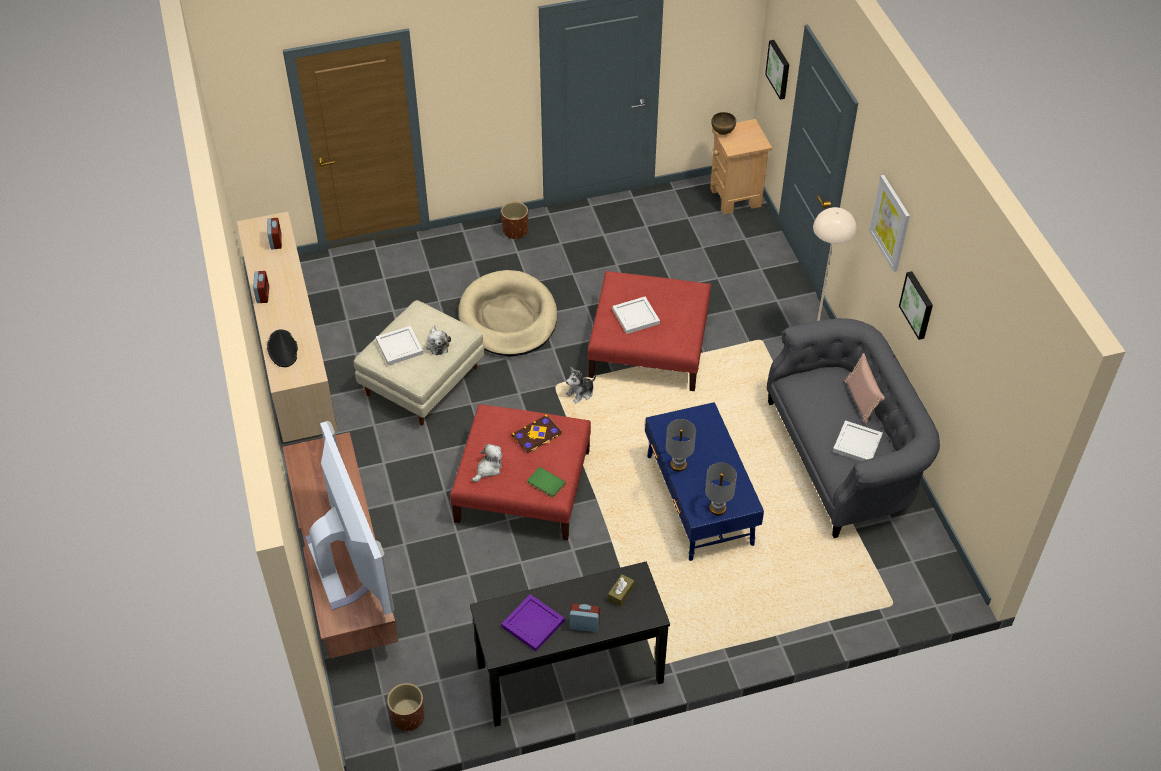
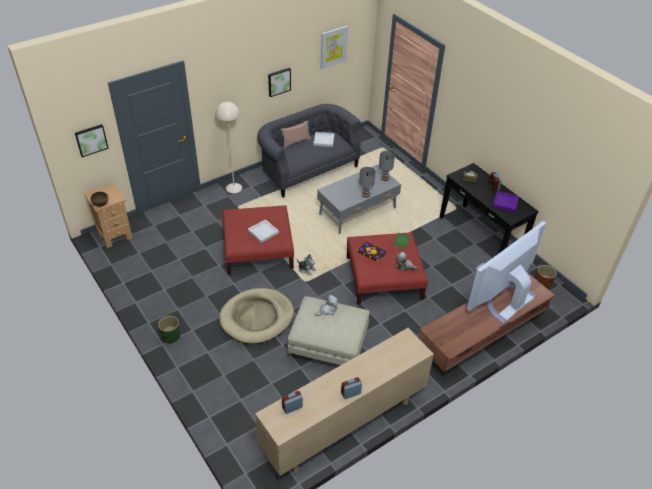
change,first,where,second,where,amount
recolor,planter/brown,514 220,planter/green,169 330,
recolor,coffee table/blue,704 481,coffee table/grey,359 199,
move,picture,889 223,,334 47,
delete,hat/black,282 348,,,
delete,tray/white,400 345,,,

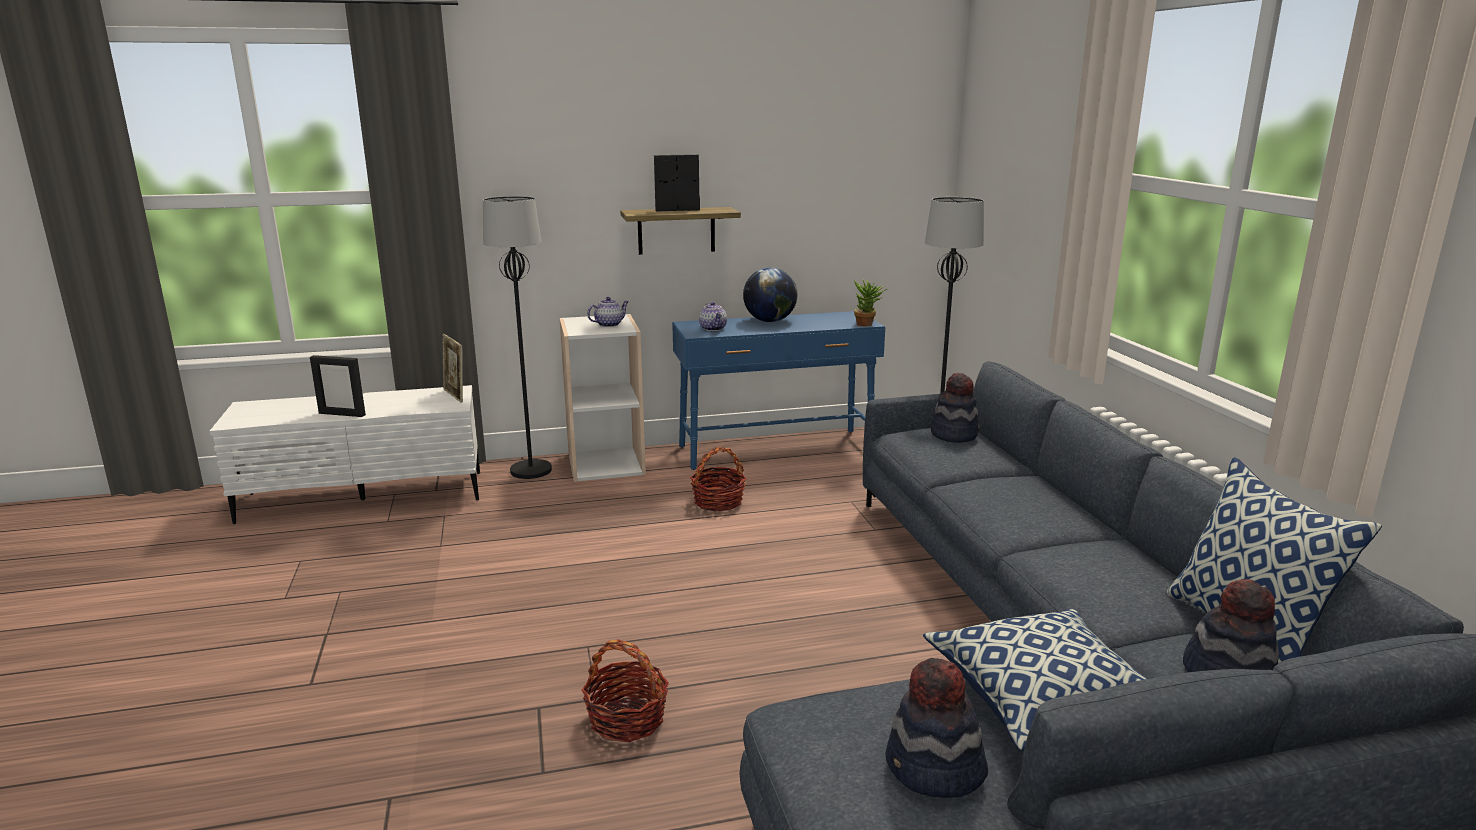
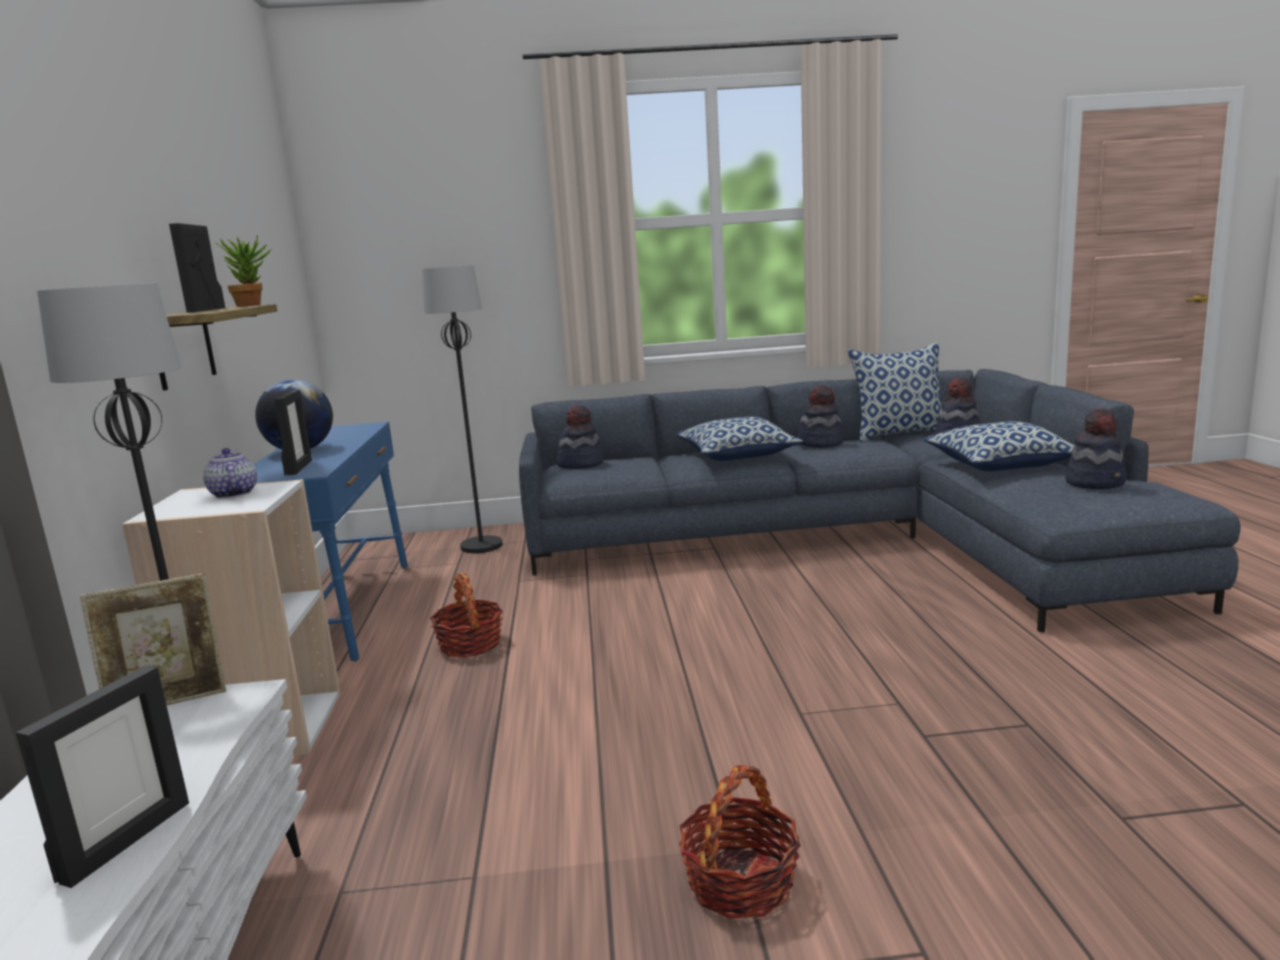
change,first,where,second,where,amount
move,potted plant,870 302,,243 271,
replace,teapot,713 316,picture frame,293 432,
insert,,,pillow,739 439,
move,basket,625 691,,740 842,
insert,,,hat,820 416,

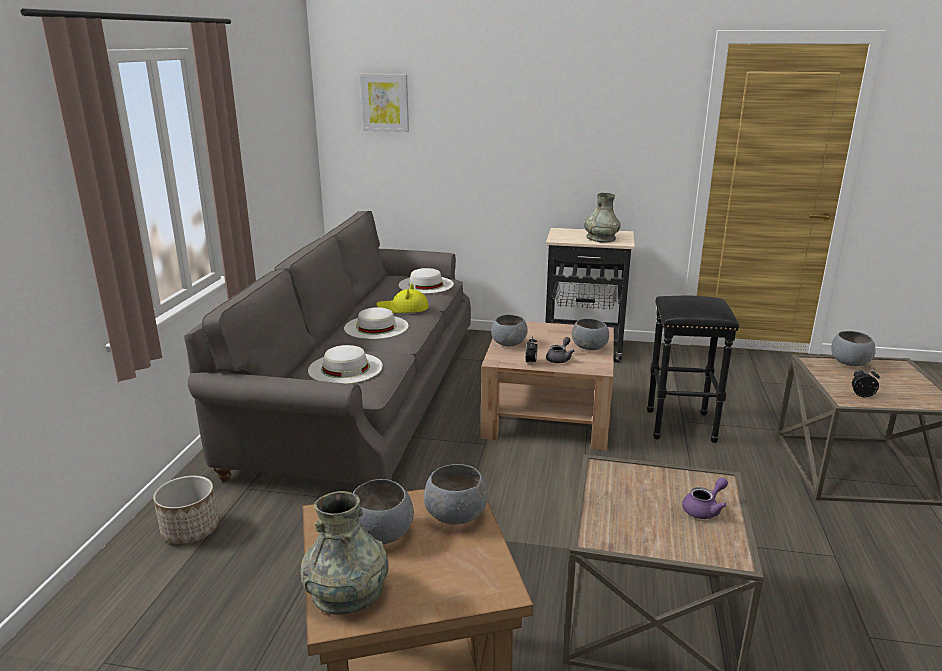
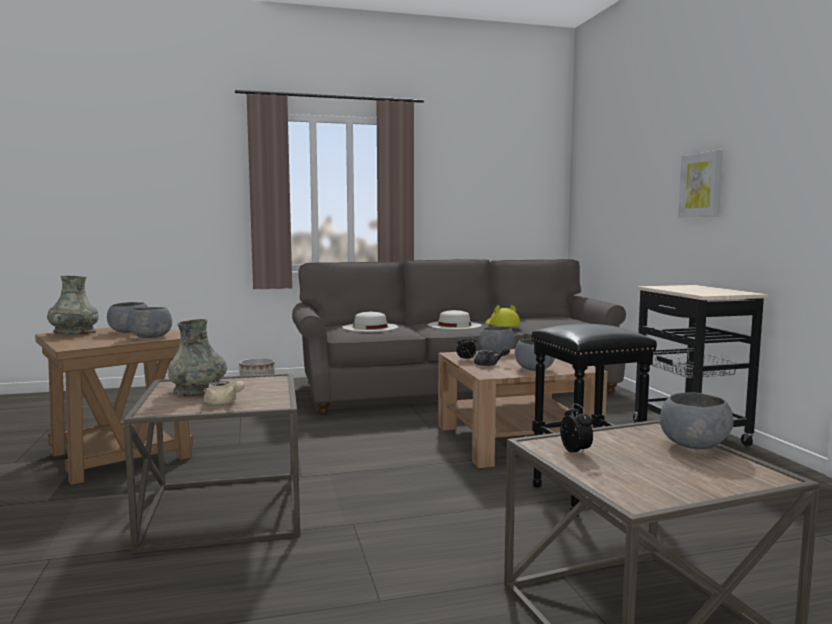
change,first,where,second,where,amount
move,vase/grey,602 218,,197 357,
recolor,teapot/purple,705 498,teapot/beige,224 393,
move,picture,384 103,,700 184,
delete,hat/white,426 281,,,

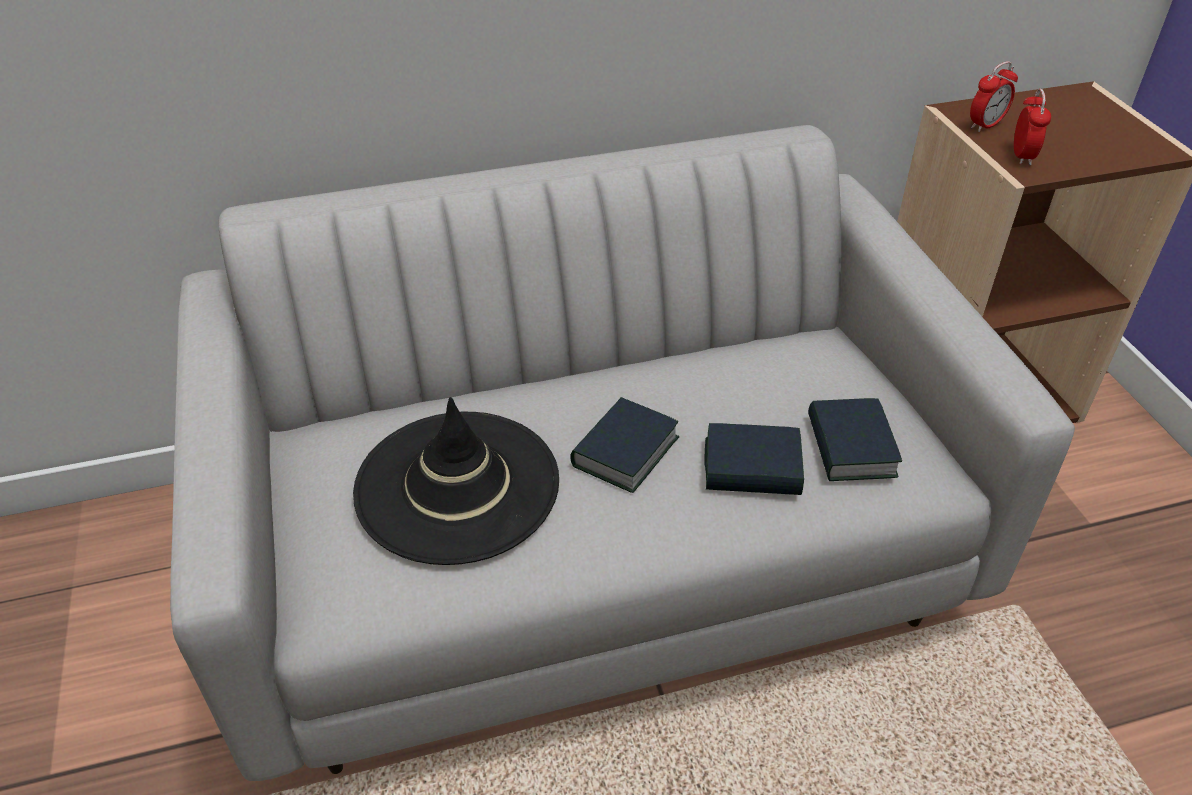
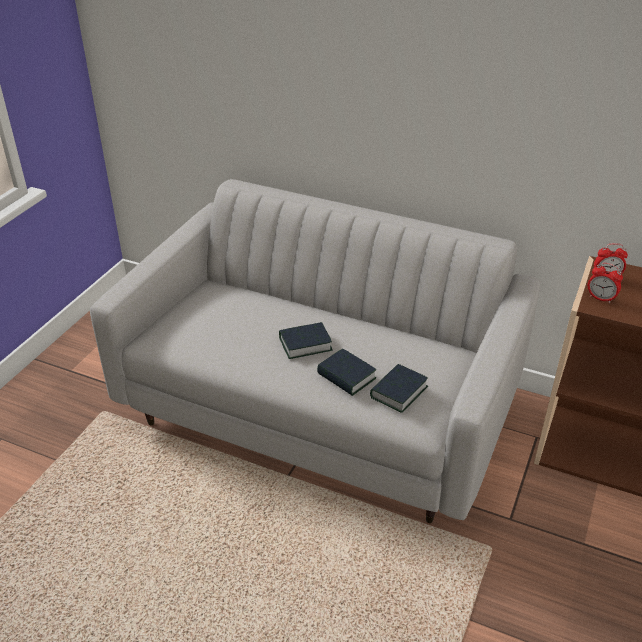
change,first,where,second,where,amount
rotate,alarm clock,1032 127,,605 283,75 degrees clockwise
delete,hat/black,456 481,,,

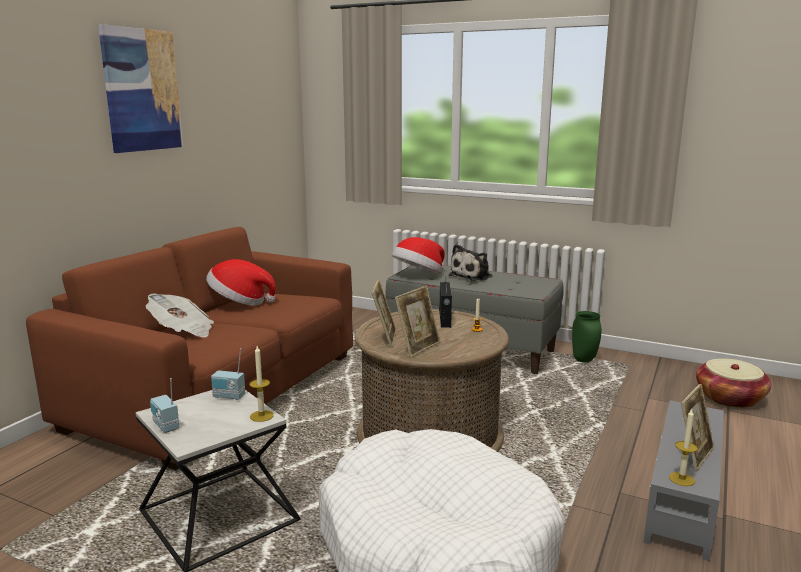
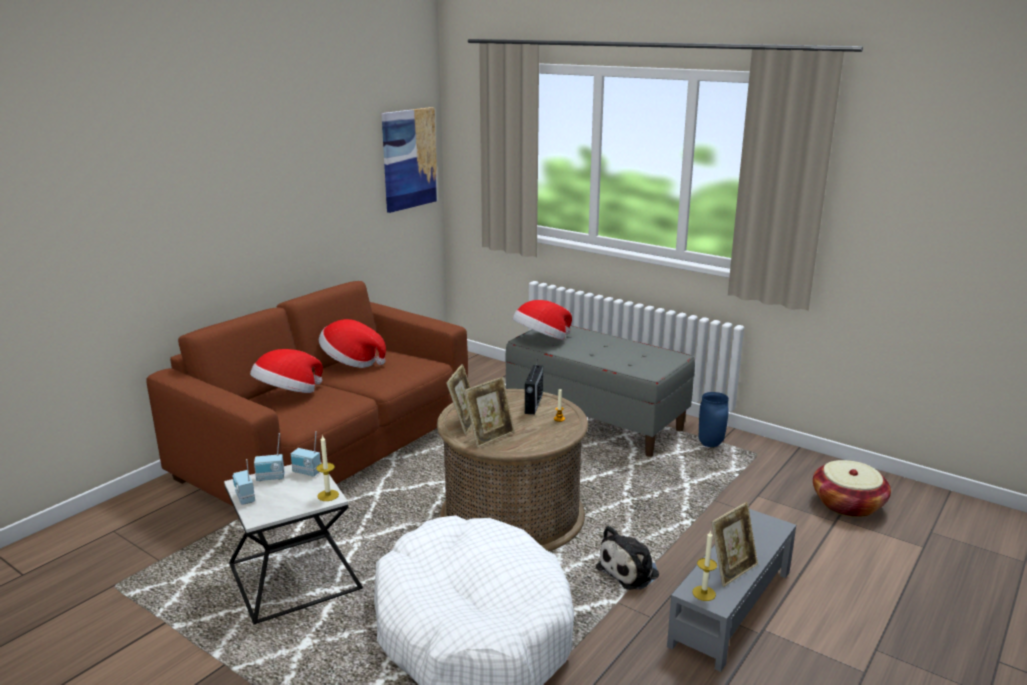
change,first,where,second,where,amount
replace,newspaper,180 315,hat,286 371,
insert,,,radio,269 457,
move,picture,140 88,,409 160,
move,plush toy,471 262,,627 558,
recolor,vase/green,586 336,vase/blue,714 419,

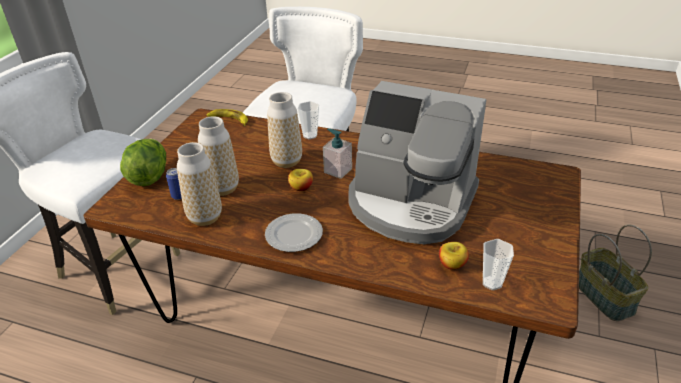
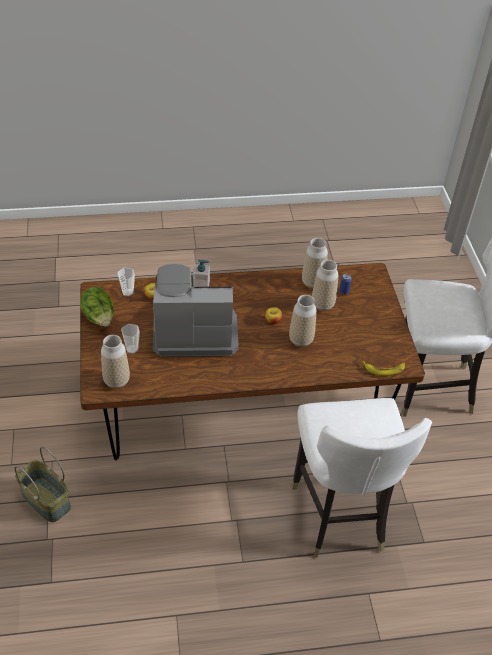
change,first,where,second,where,amount
move,lettuce,143 162,,97 307,
insert,,,vase,115 362,
move,cup,308 120,,130 339,
move,soap dispenser,337 153,,201 273,
delete,plate,294 232,,,

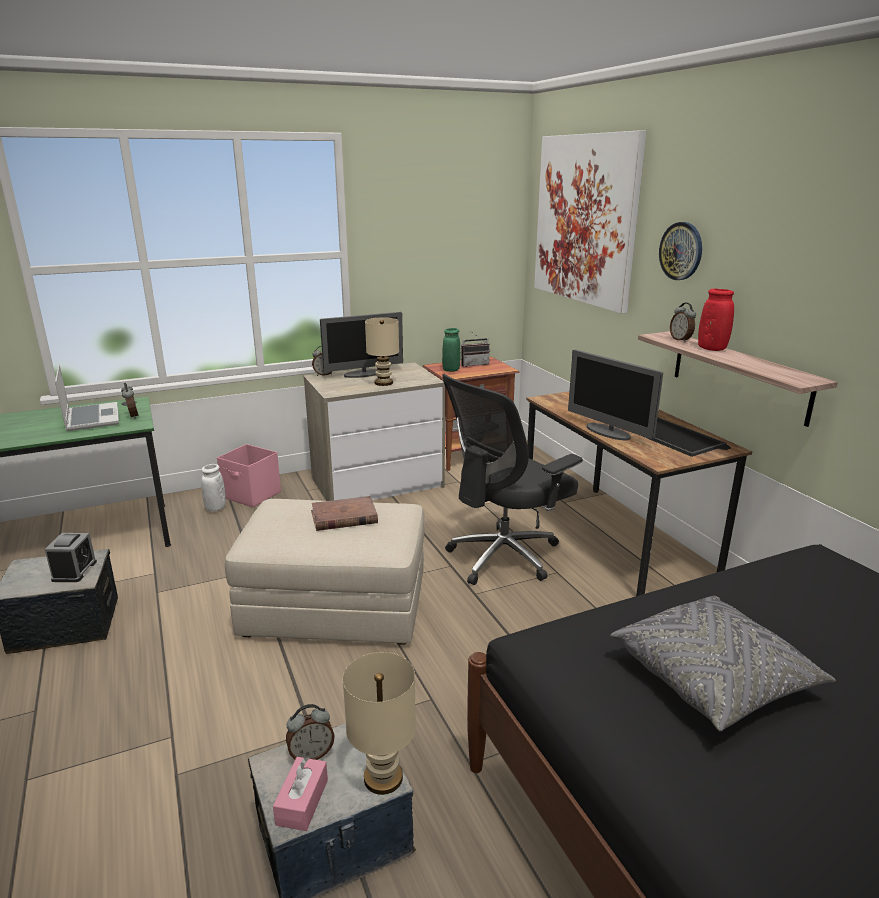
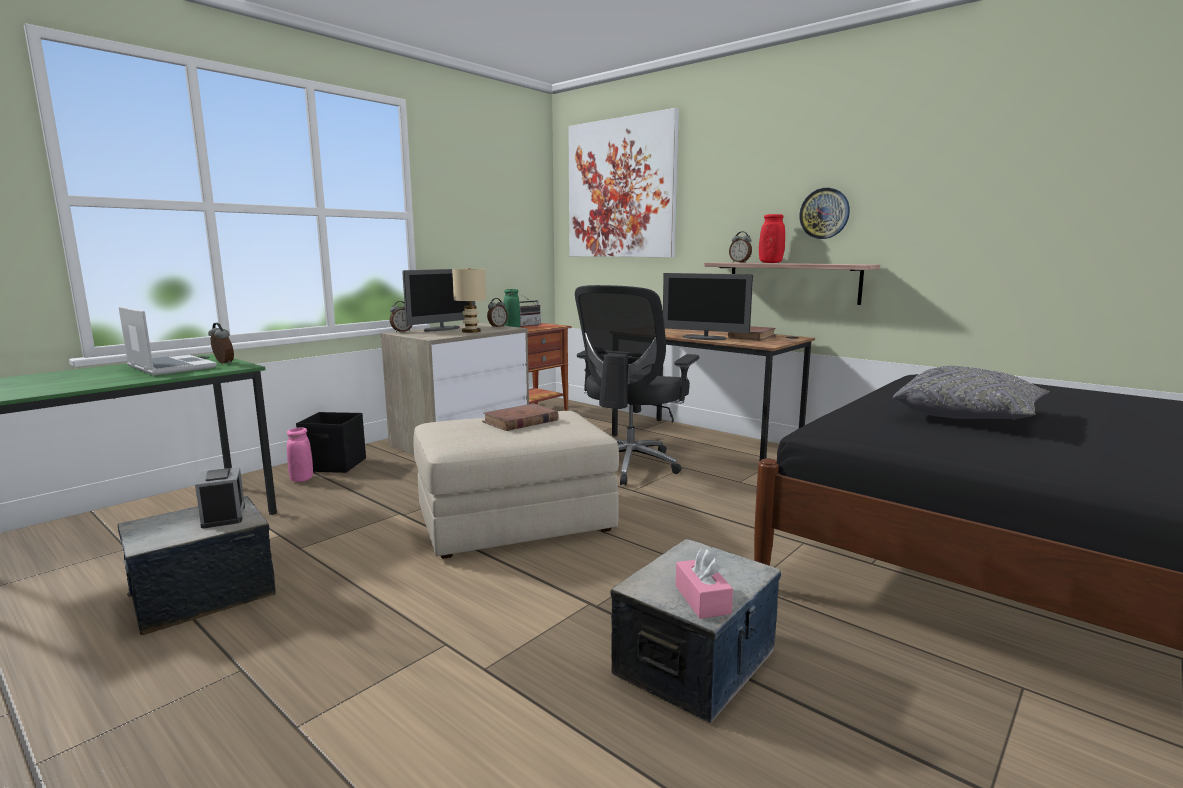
change,first,where,second,where,amount
recolor,vase/white,213 488,vase/pink,300 454,
recolor,storage box/pink,249 475,storage box/black,331 442,
move,alarm clock,310 732,,497 313,
replace,tray,684 437,book/brown,752 333,
move,wall clock,680 251,,824 213,
delete,table lamp/beige,379 723,,,

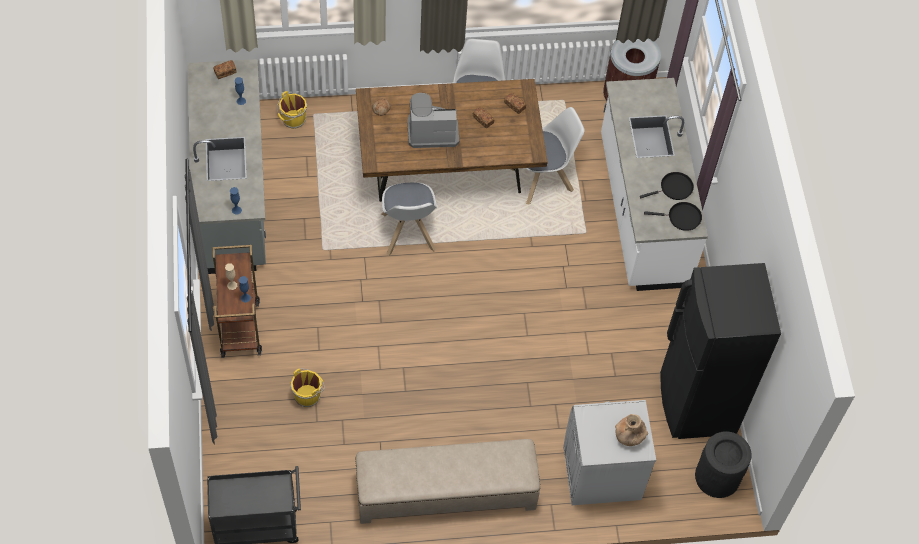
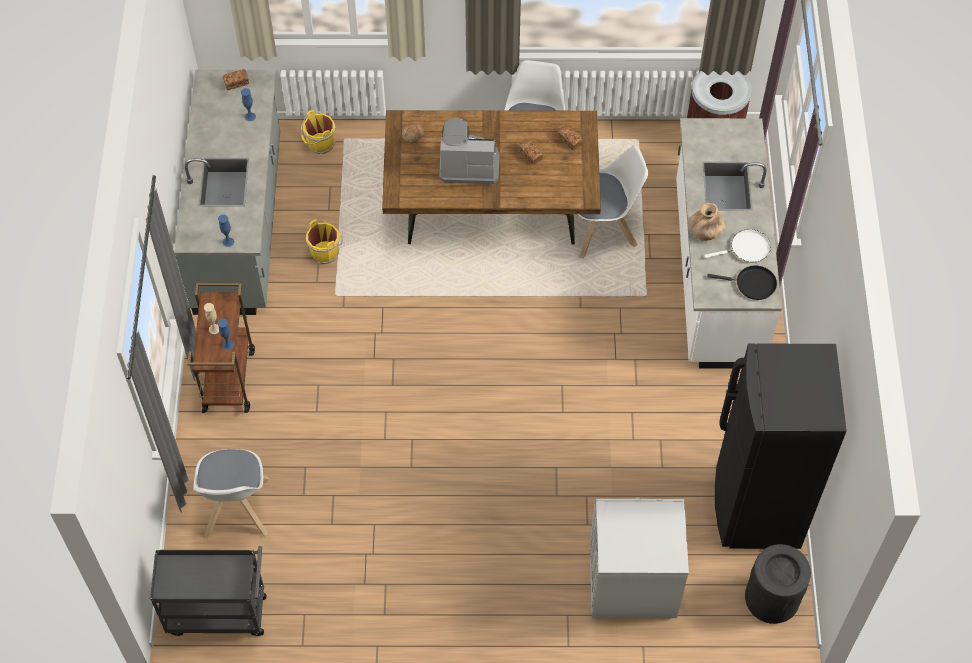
change,first,where,second,where,amount
move,chair,409 219,,231 493,
move,bucket/yellow,307 387,,324 242,
move,vase/brown,631 430,,708 222,
recolor,frying pan/black,667 186,frying pan/white,737 246,
delete,bench/beige,447 481,,,

